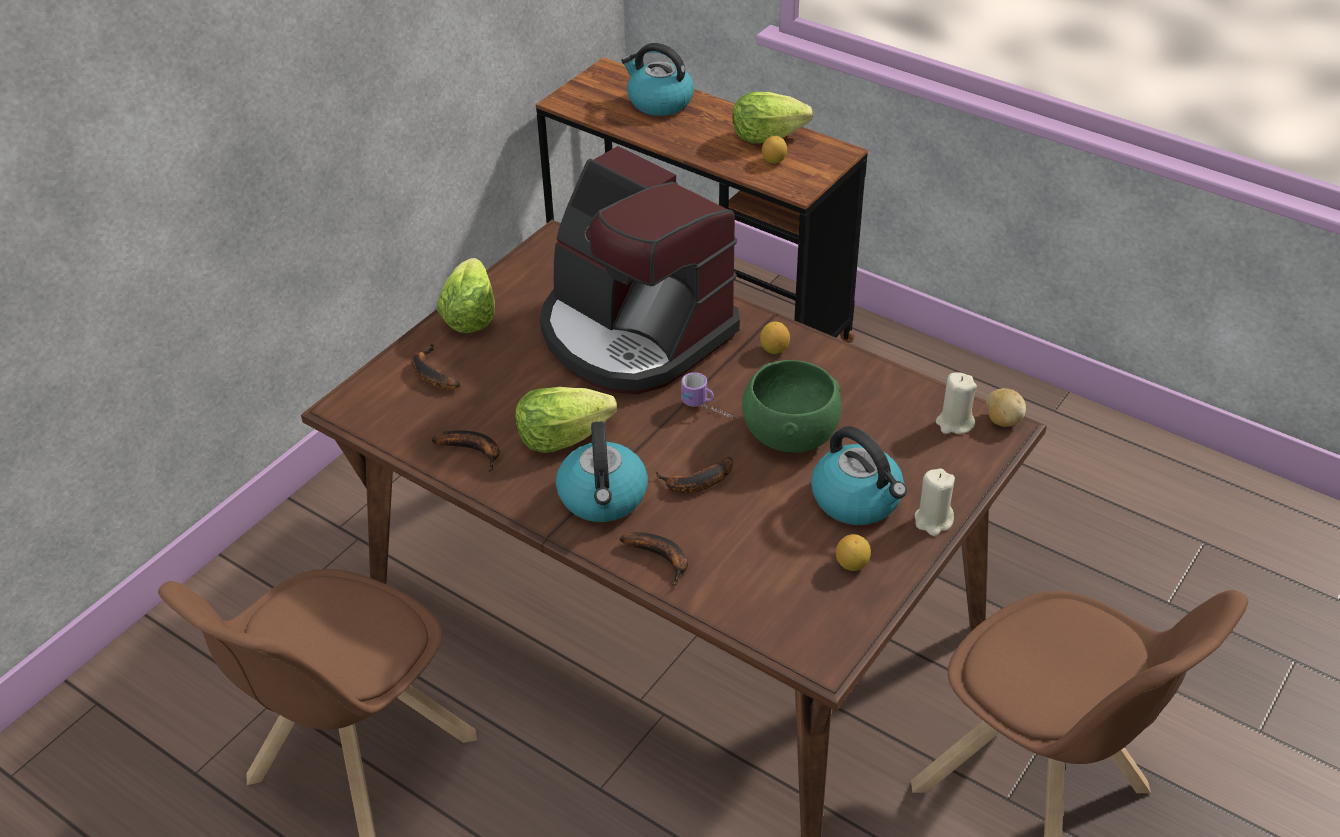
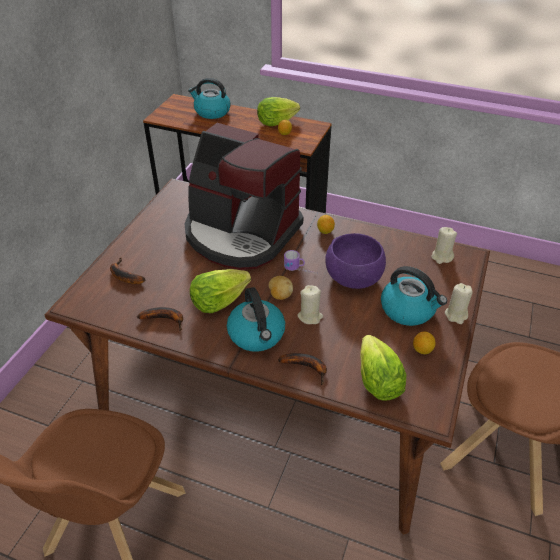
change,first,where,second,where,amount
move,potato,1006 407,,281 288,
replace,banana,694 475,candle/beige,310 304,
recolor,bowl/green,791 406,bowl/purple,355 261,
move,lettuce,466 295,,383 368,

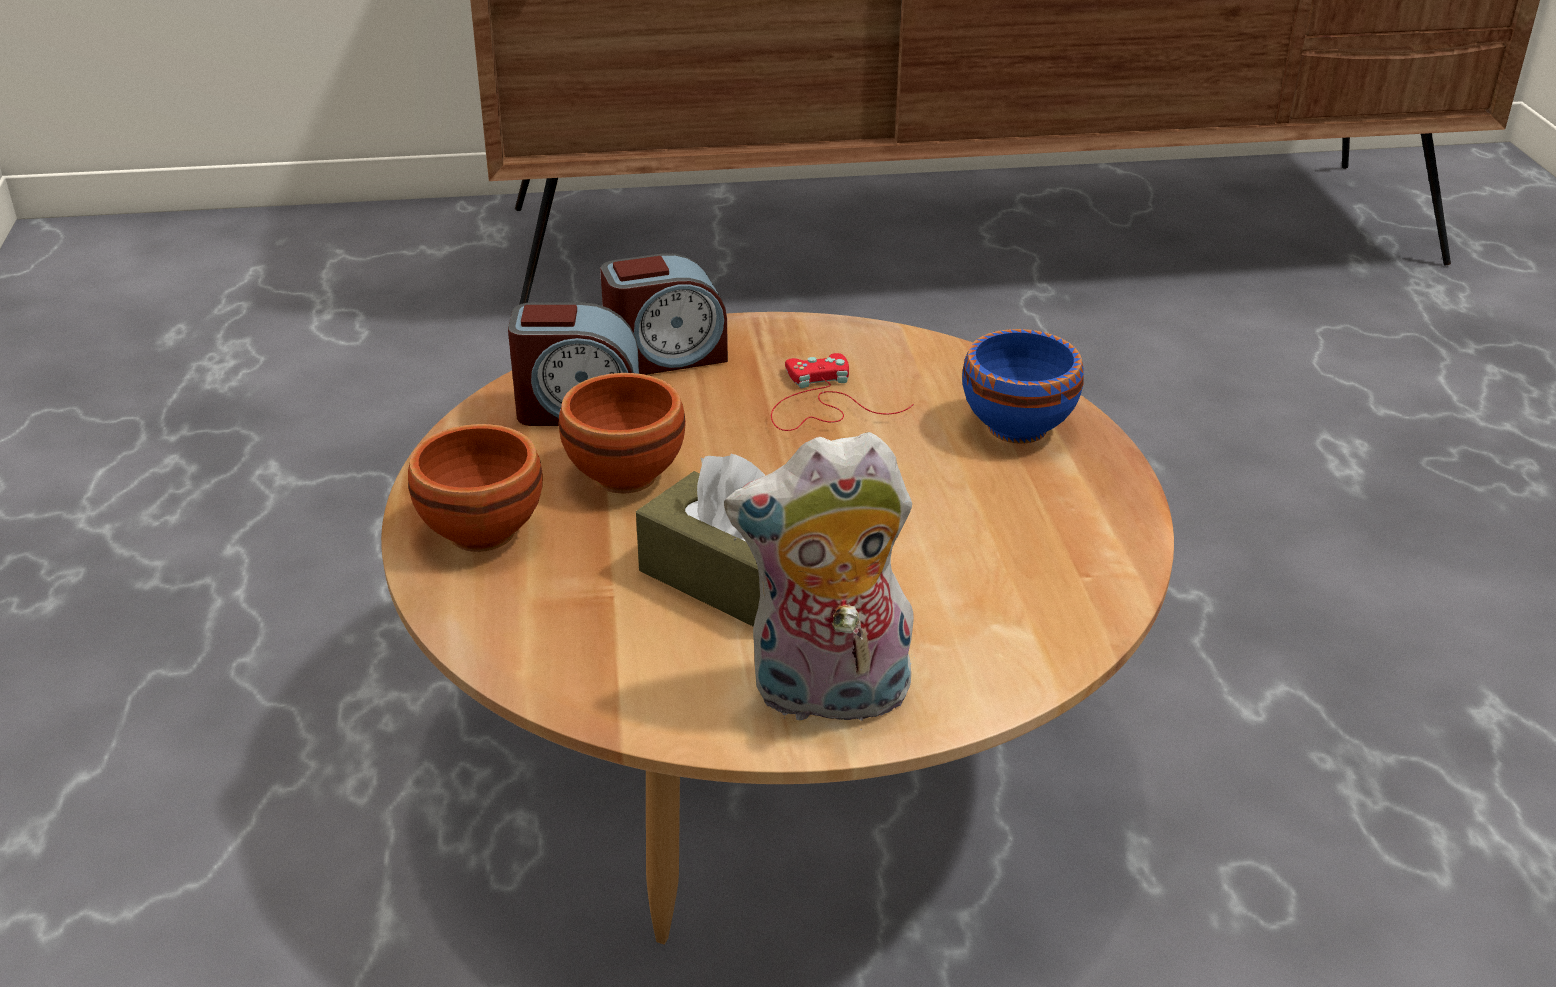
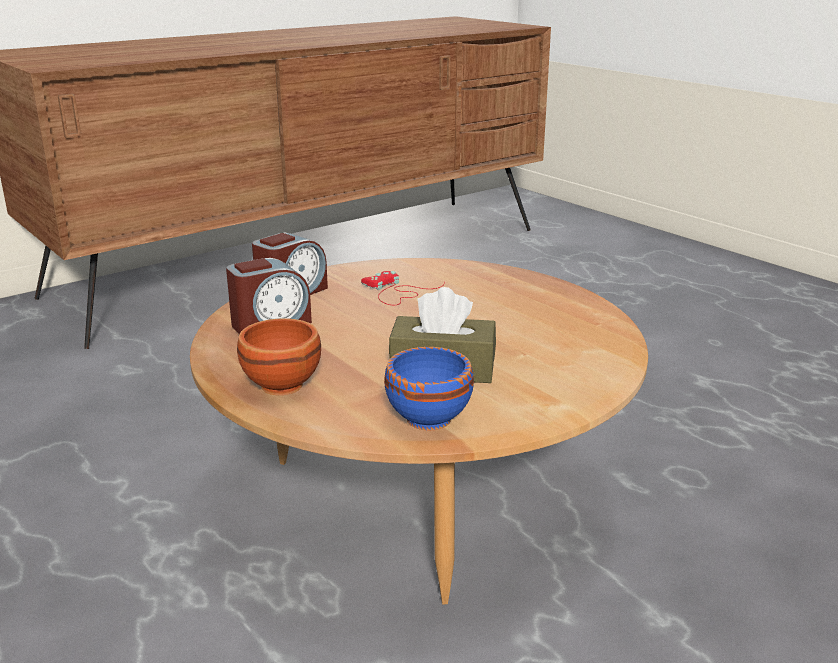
change,first,where,second,where,amount
move,bowl/blue,1023 386,,429 388,
delete,bowl/brown,622 433,,,
delete,plush toy,819 581,,,

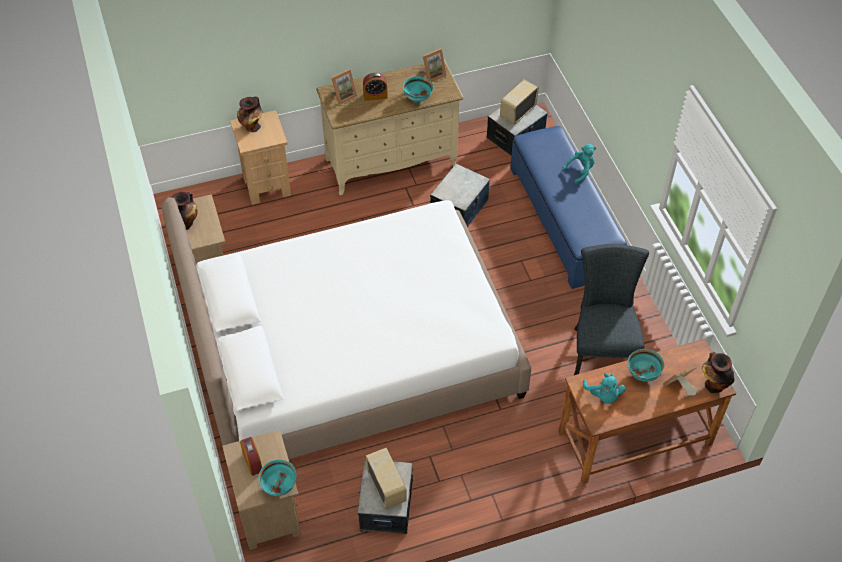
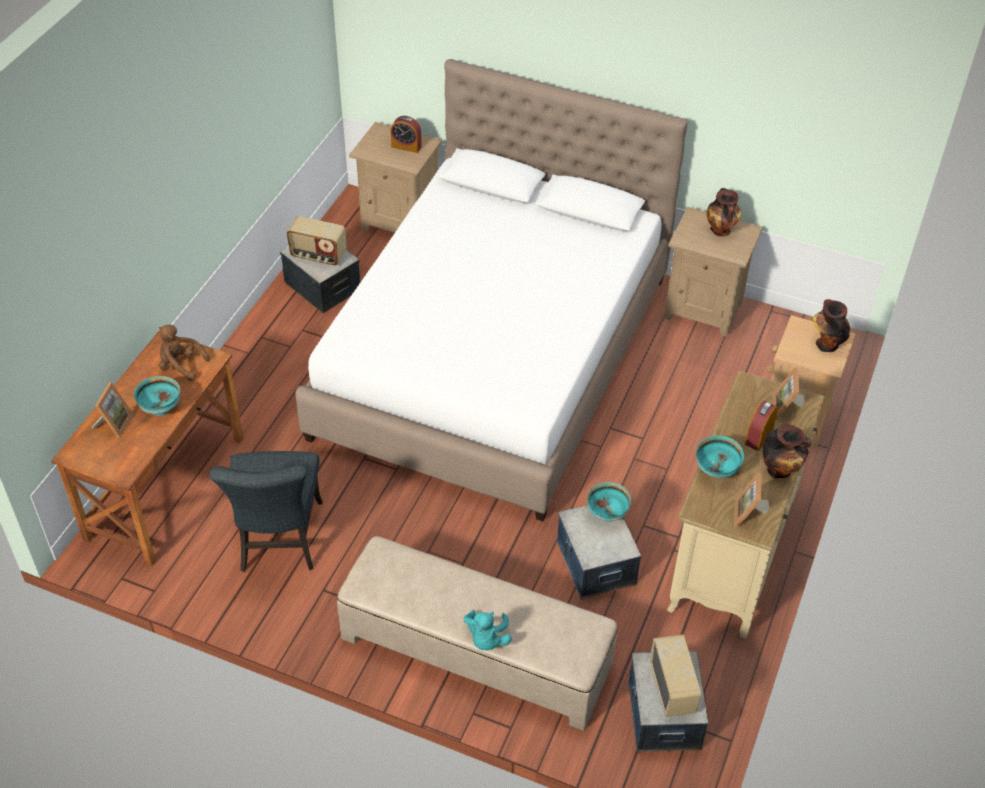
change,first,where,second,where,amount
recolor,plush toy/turquoise,604 388,plush toy/brown,184 353,
rotate,chair/grey,611 309,,266 511,45 degrees clockwise
recolor,bench/blue,568 207,bench/beige,477 633,
move,bowl/turquoise,277 478,,609 502,
move,vase,718 372,,787 451,

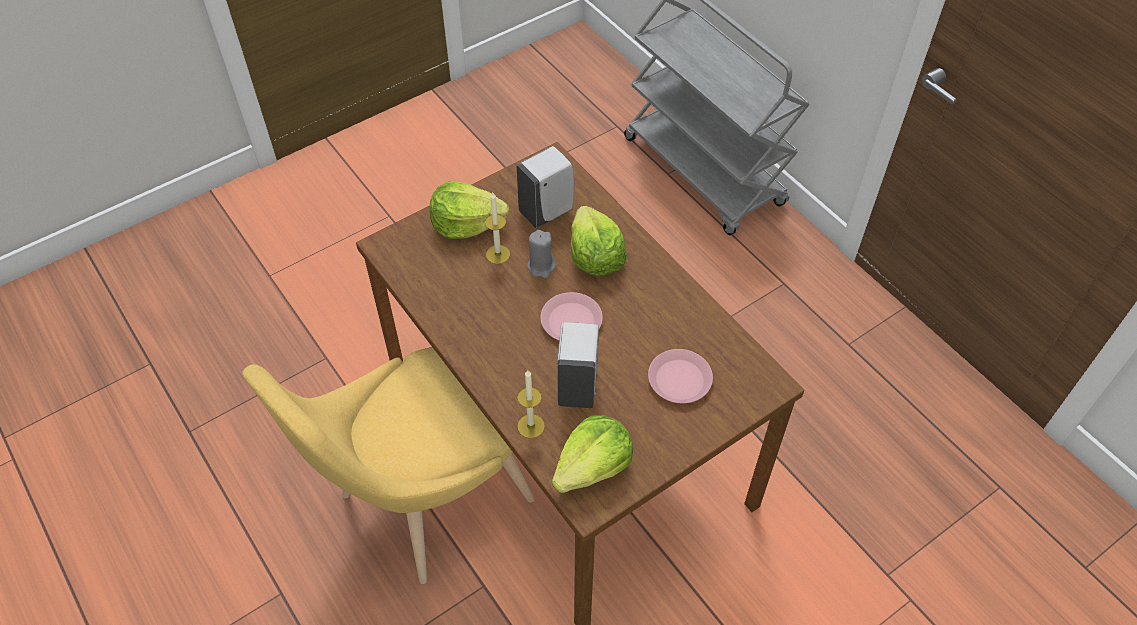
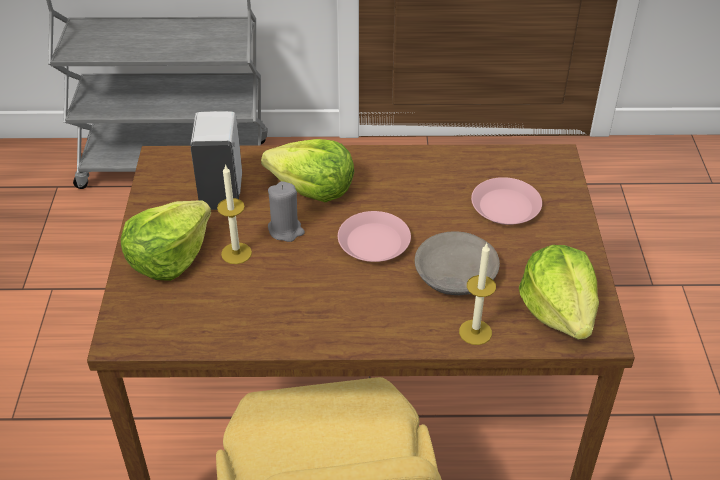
change,first,where,second,where,amount
replace,soap dispenser/white,578 365,bowl/grey,457 263,

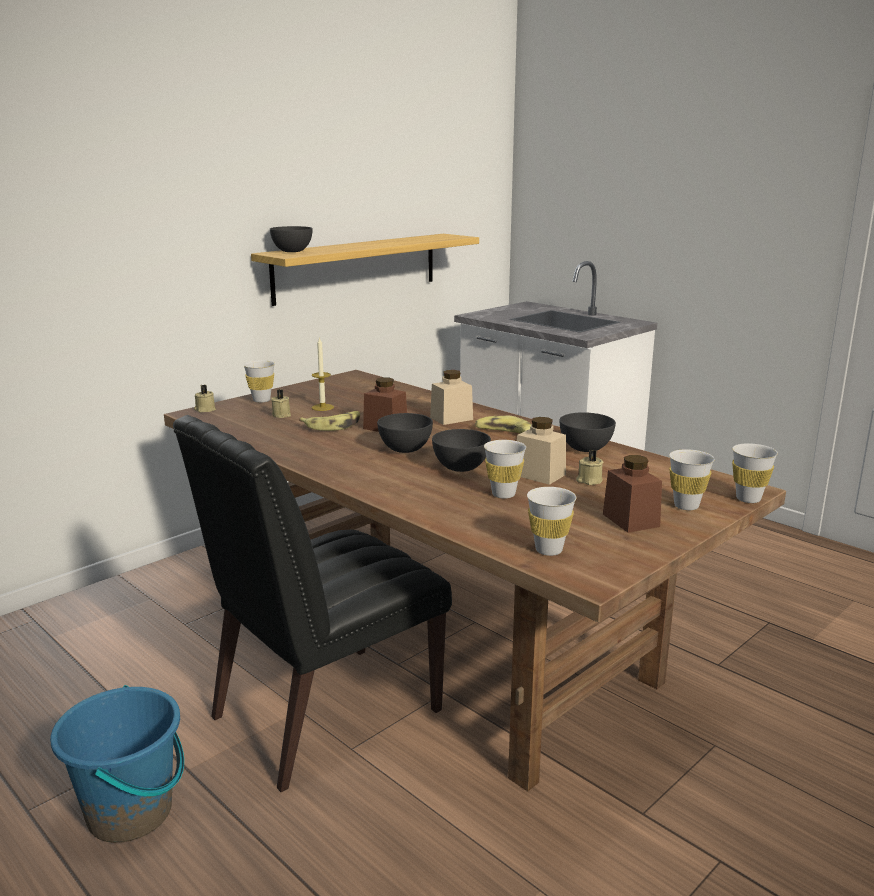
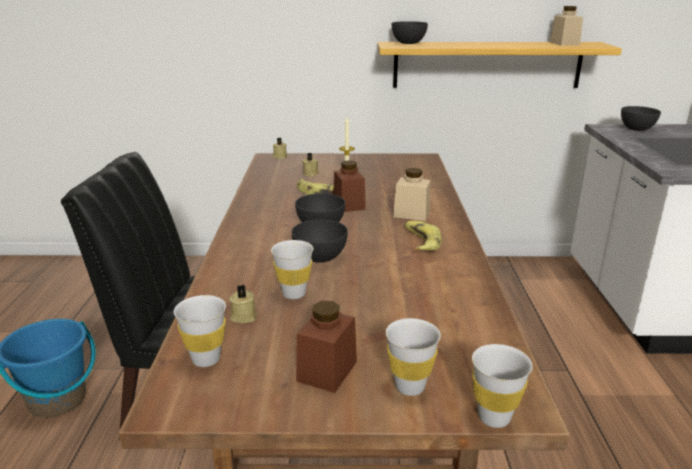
change,first,where,second,where,amount
move,candle/beige,589 467,,243 304,
move,jar/beige,541 451,,566 26,
move,bowl/grey,588 432,,641 118,
delete,cup/white,259 381,,,

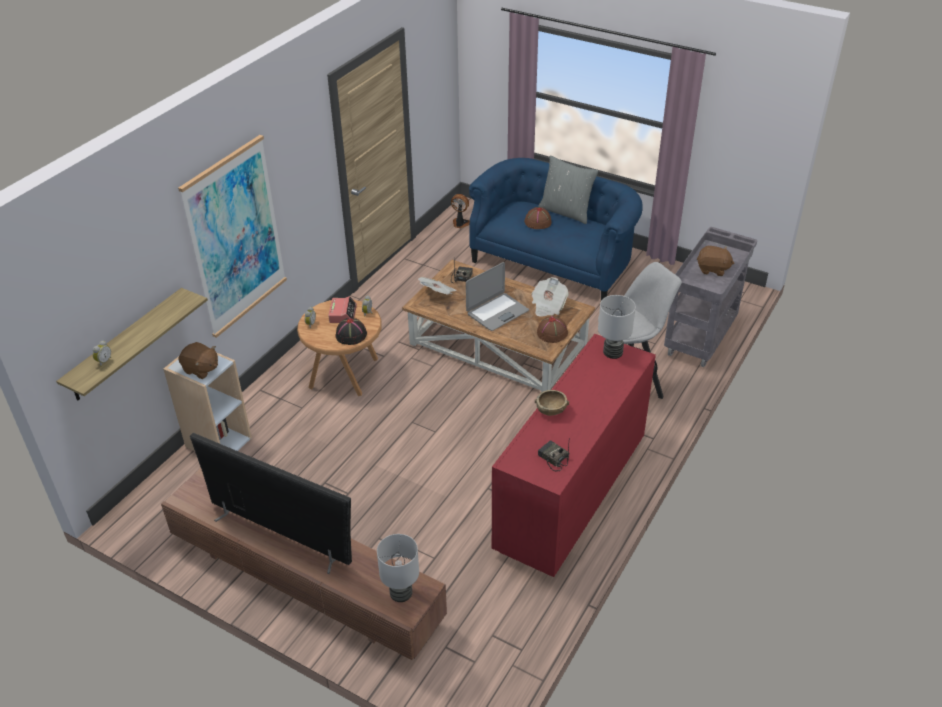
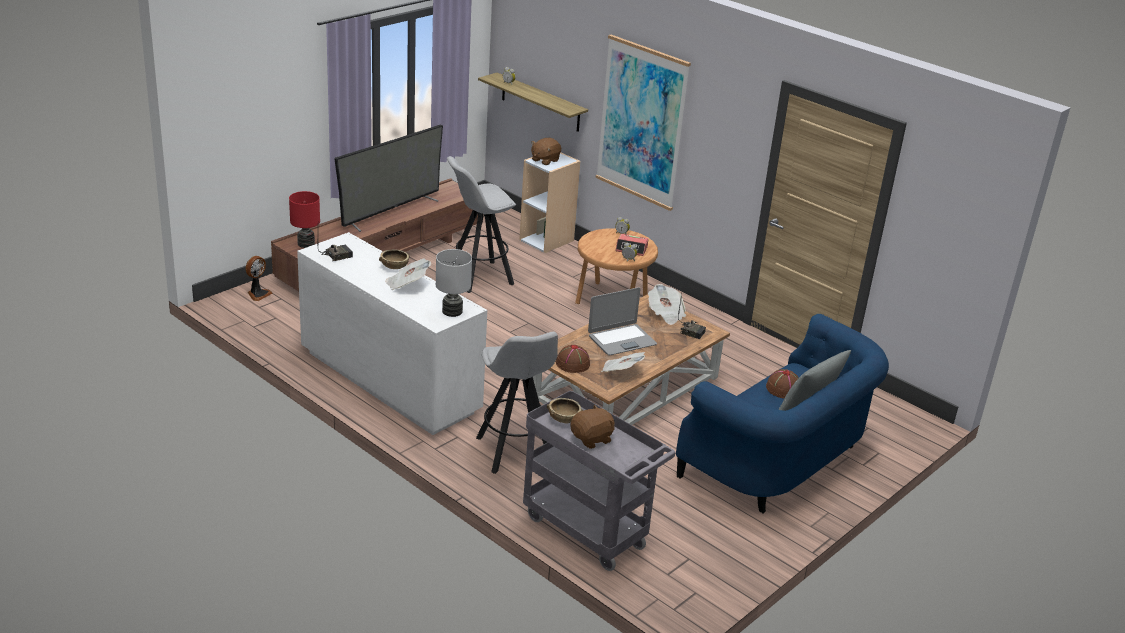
change,first,where,second,where,amount
move,fan,460 211,,258 278,
recolor,table lamp/grey,398 568,table lamp/red,304 219,
recolor,dresser/red,574 455,dresser/white,392 333,
insert,,,newspaper,408 274,
insert,,,stool/grey,481 224,
insert,,,bowl/brown,565 411,
rotate,plush toy/brown,715 261,,593 426,150 degrees counterclockwise
rotate,laptop,497 296,,622 321,90 degrees counterclockwise
delete,hat/black,351 331,,,

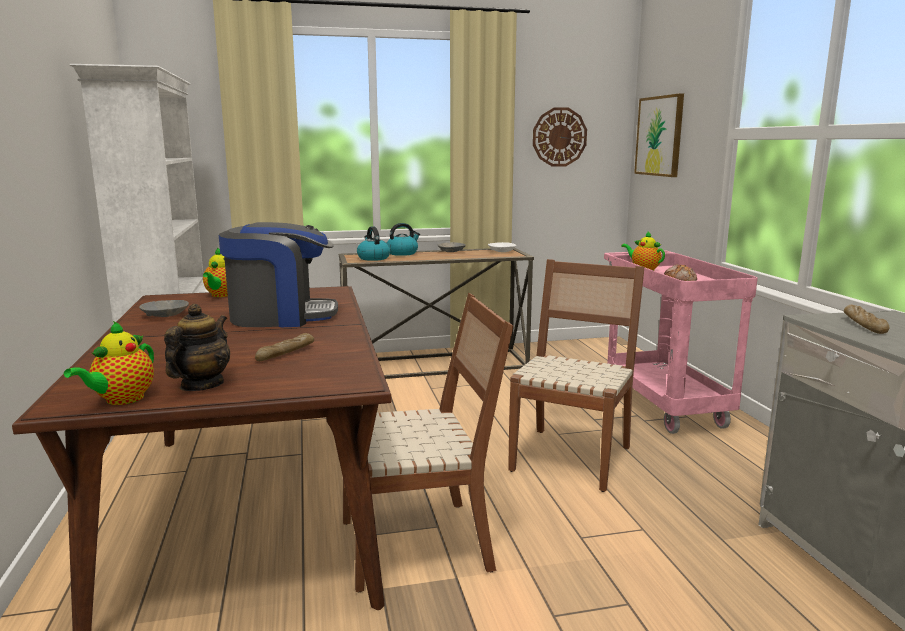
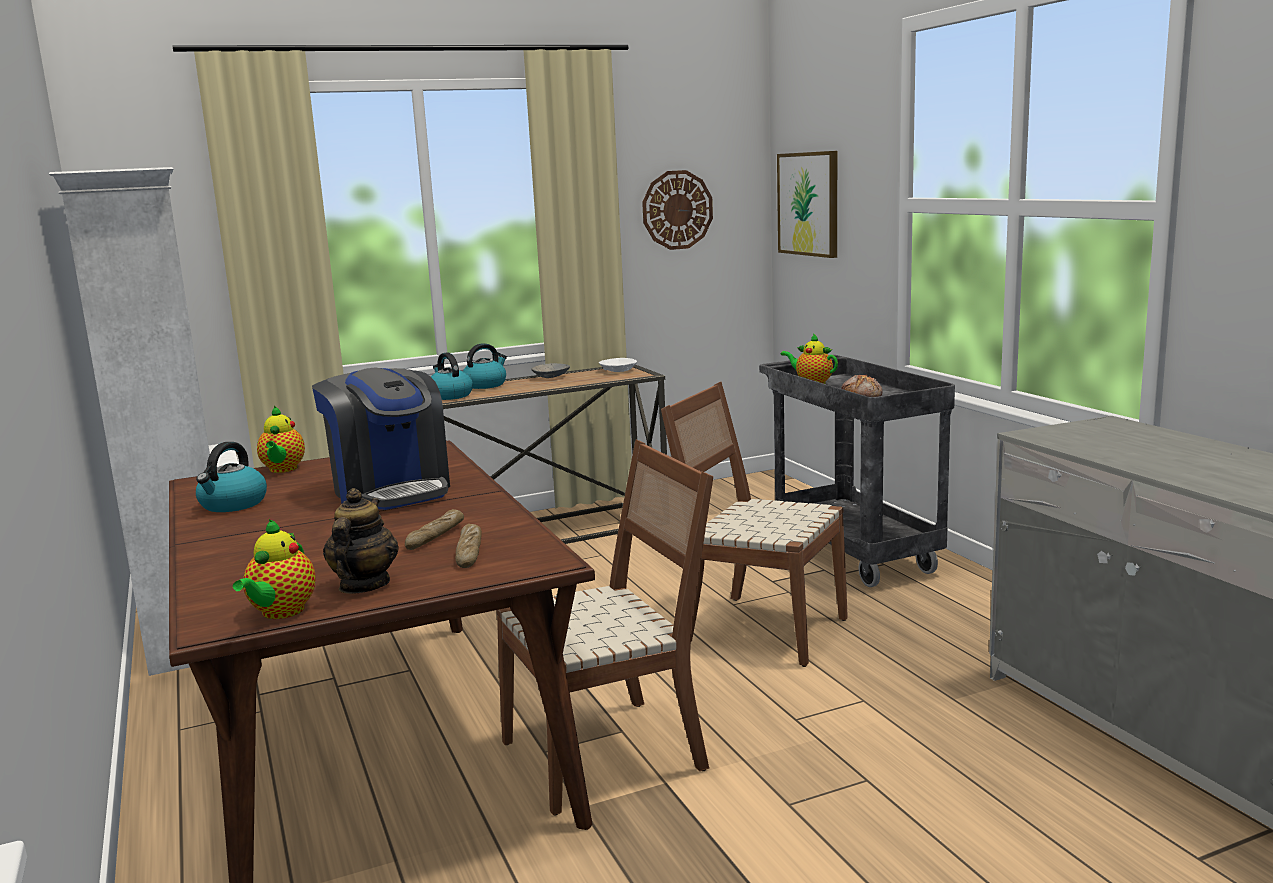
change,first,where,second,where,amount
replace,bowl/grey,164 308,kettle,231 477,
rotate,coffee machine,278 274,,381 439,75 degrees clockwise
move,bread,867 319,,468 546,
rotate,chair,576 375,,754 524,75 degrees counterclockwise
recolor,cart/pink,681 342,cart/grey,857 471,

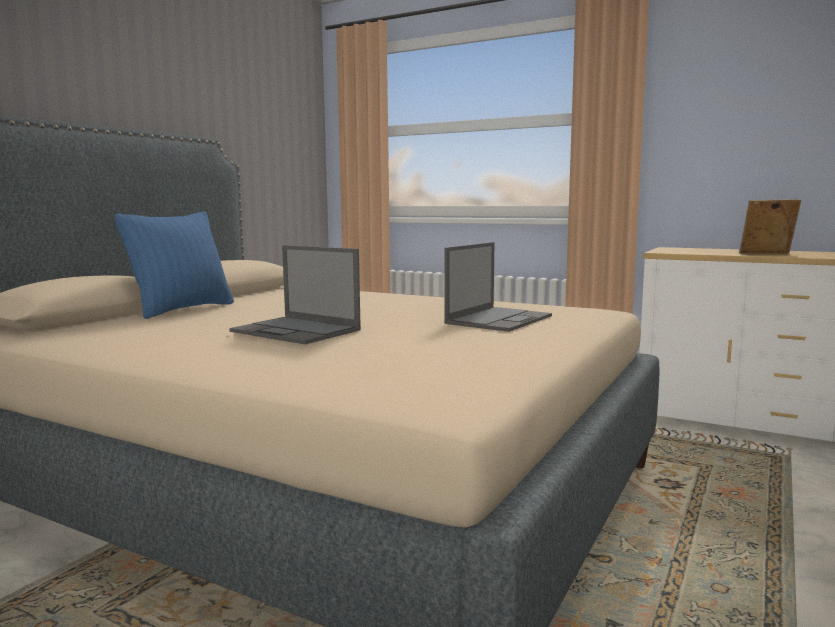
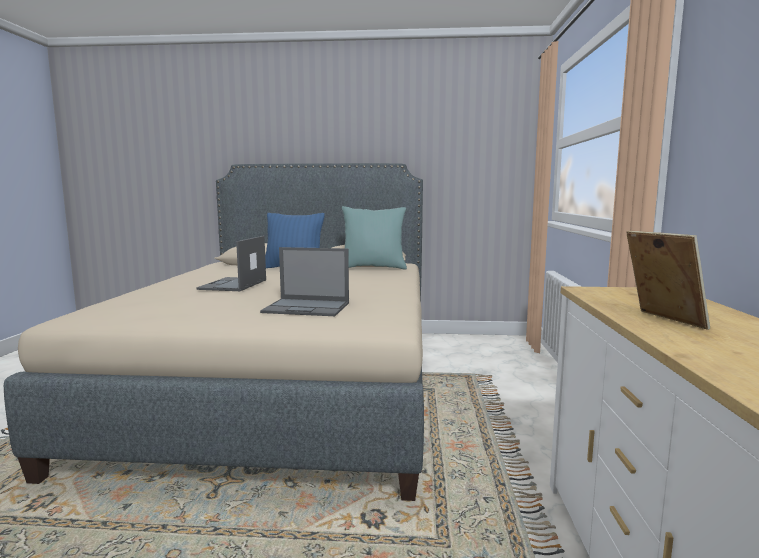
change,first,where,second,where,amount
insert,,,pillow/turquoise,374 237,

